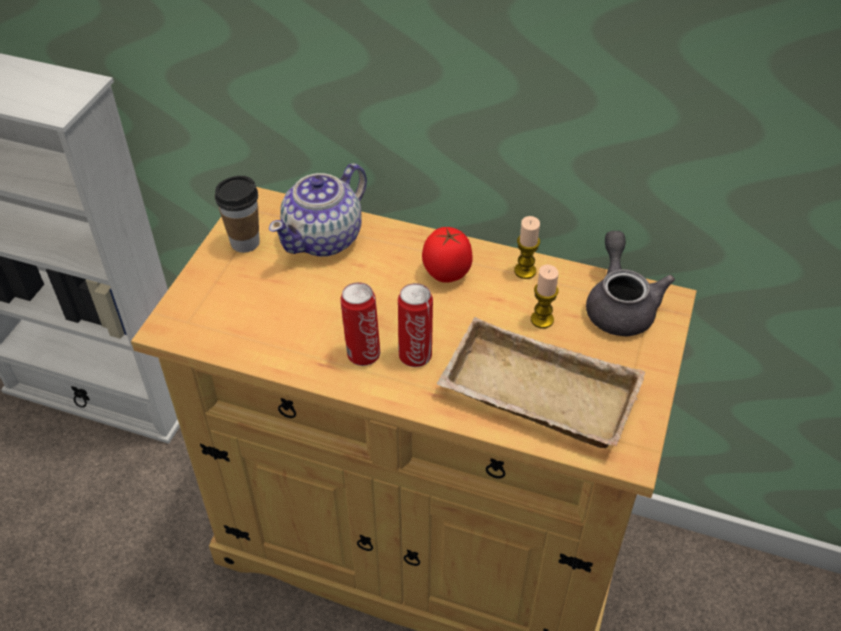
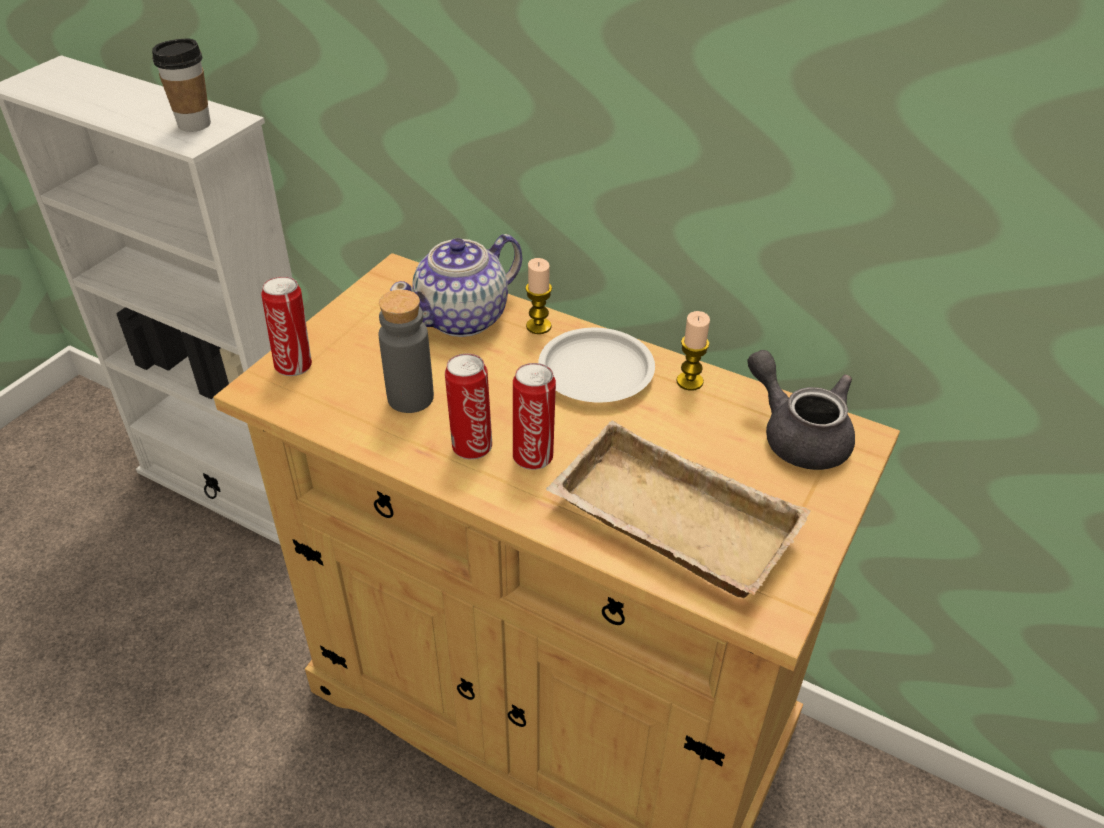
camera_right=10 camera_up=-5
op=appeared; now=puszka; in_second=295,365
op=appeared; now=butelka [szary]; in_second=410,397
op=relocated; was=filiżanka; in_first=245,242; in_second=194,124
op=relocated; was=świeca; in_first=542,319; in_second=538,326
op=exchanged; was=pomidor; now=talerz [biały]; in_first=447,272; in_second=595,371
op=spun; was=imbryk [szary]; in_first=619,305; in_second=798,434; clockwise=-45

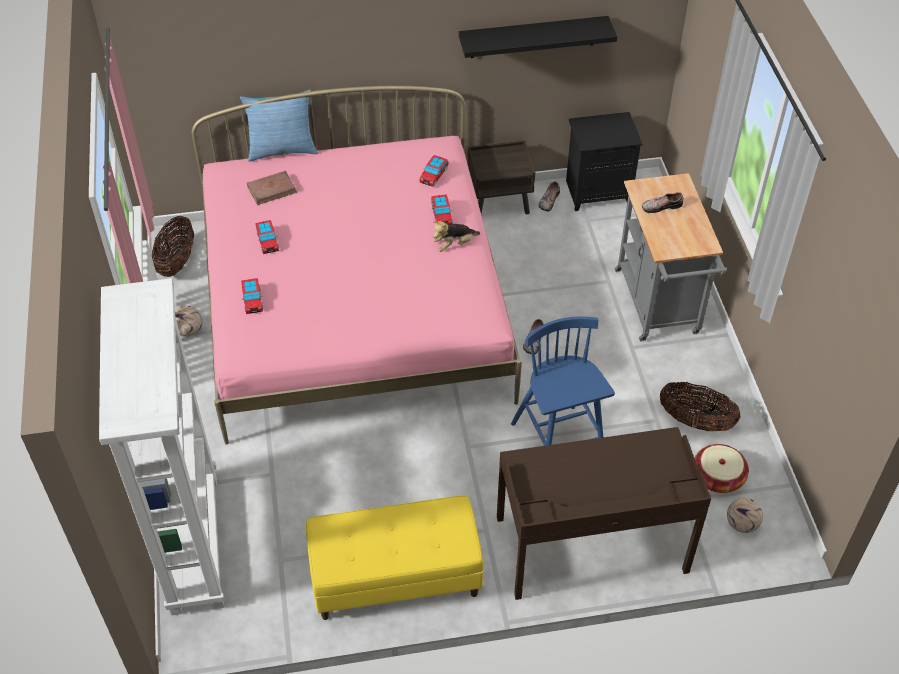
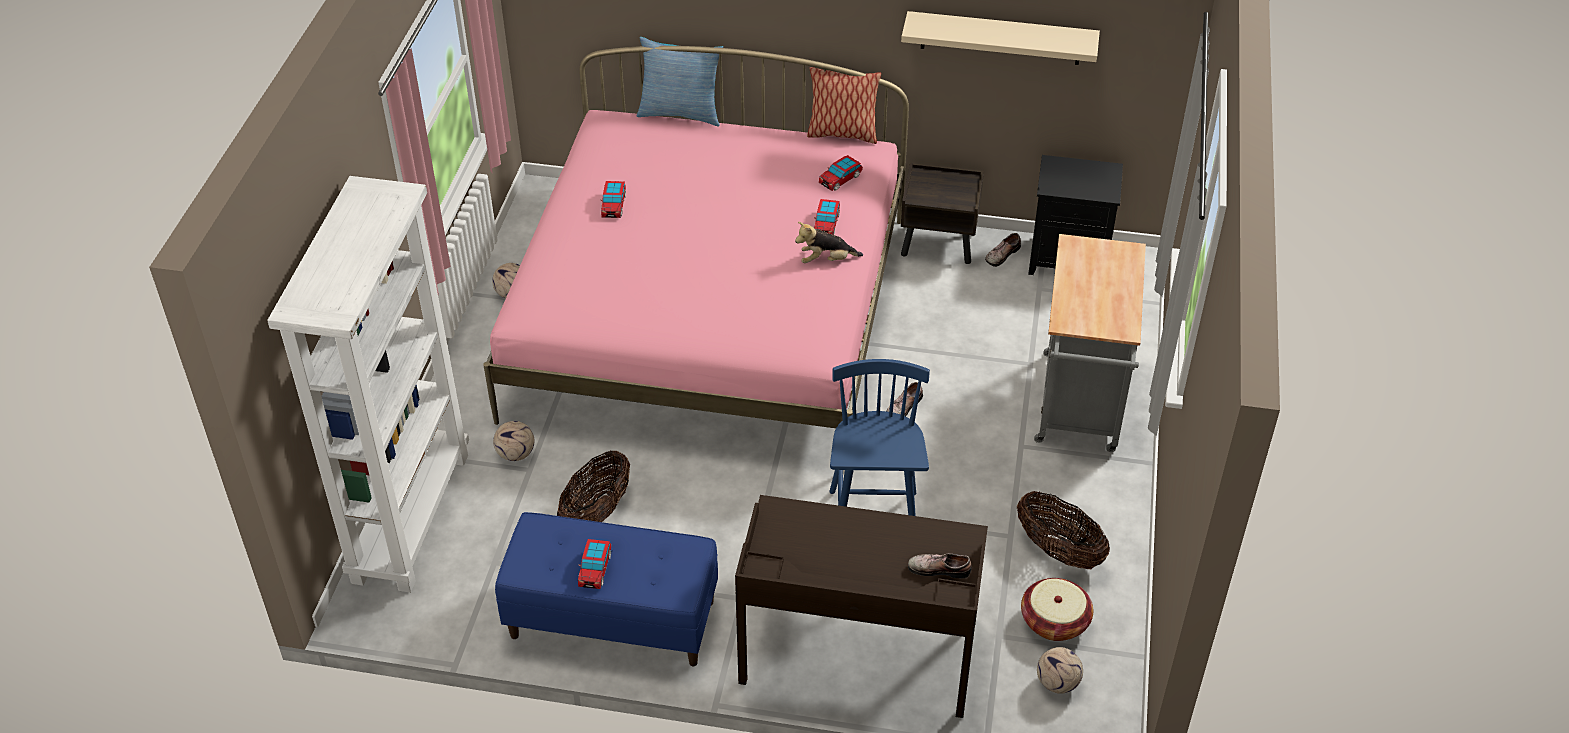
camera_right=20 camera_up=-5
op=missing; was=książka [brązowy]; in_first=272,189
op=appeared; now=piłka futbolowa; in_second=515,454
op=appeared; now=poduszka; in_second=842,134
op=relocated; was=koszyk; in_first=177,261; in_second=596,513
op=relocated; was=samochodzik; in_first=252,300; in_second=595,569
op=relocated; was=but; in_first=661,206; in_second=939,568
op=colour; was=ławka [żółty]; now=ławka [niebieski]; in_first=395,579; in_second=611,620
op=colour; was=półka [czarny]; now=półka [beżowy]; in_first=533,37; in_second=1001,38

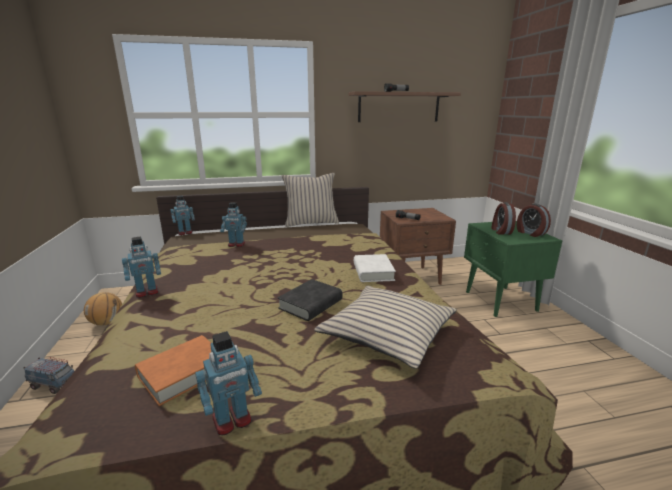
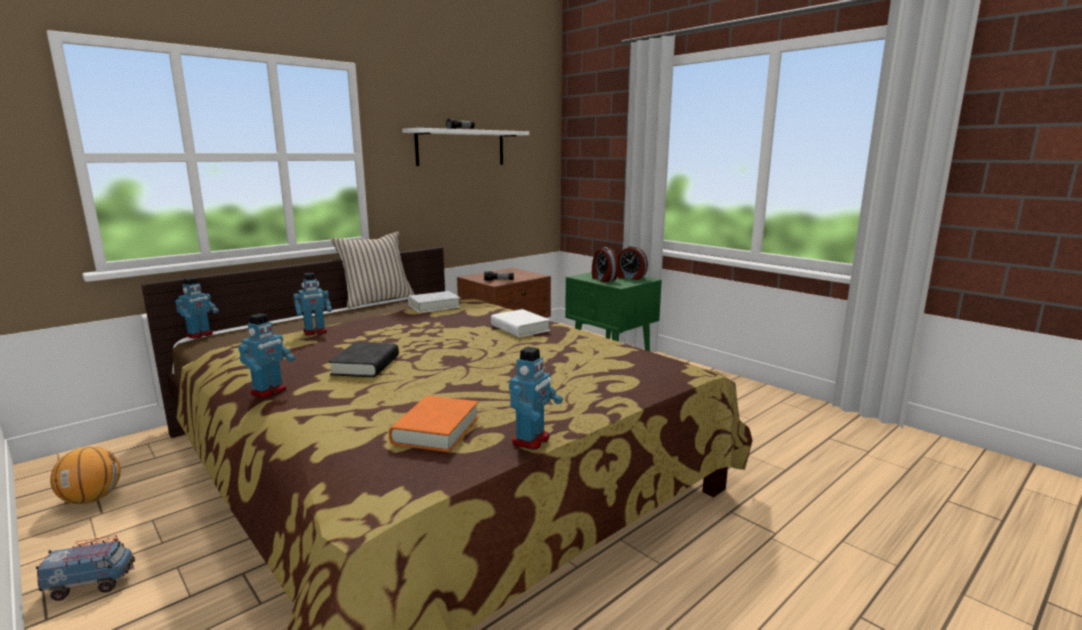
camera_right=-30 camera_up=-5
op=missing; was=poduszka [beżowy]; in_first=387,333
op=appeared; now=książka [biały]; in_second=434,306
op=relocated; was=książka [czarny]; in_first=310,304; in_second=366,365
op=colour; was=półka [brązowy]; now=półka [biały]; in_first=399,107; in_second=461,148

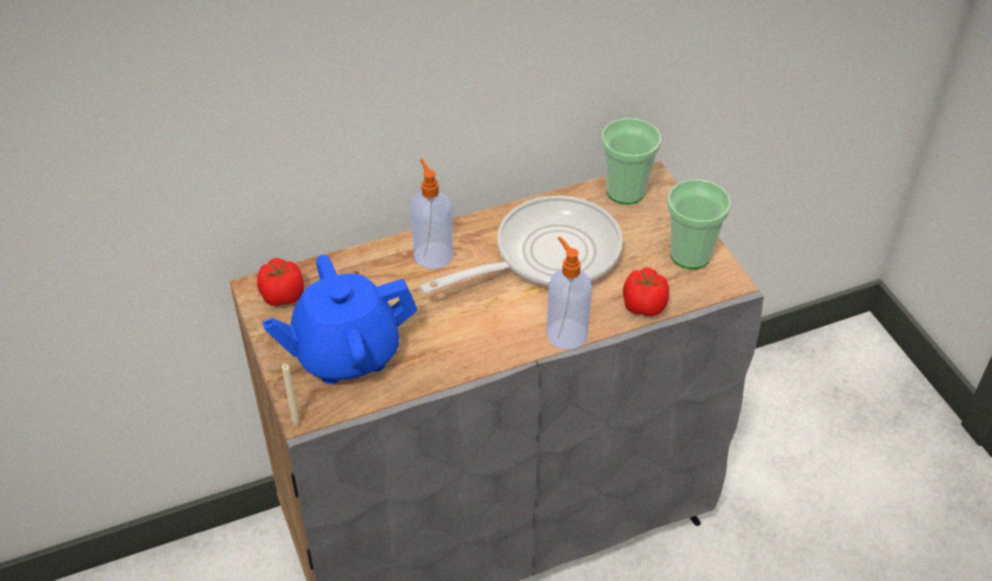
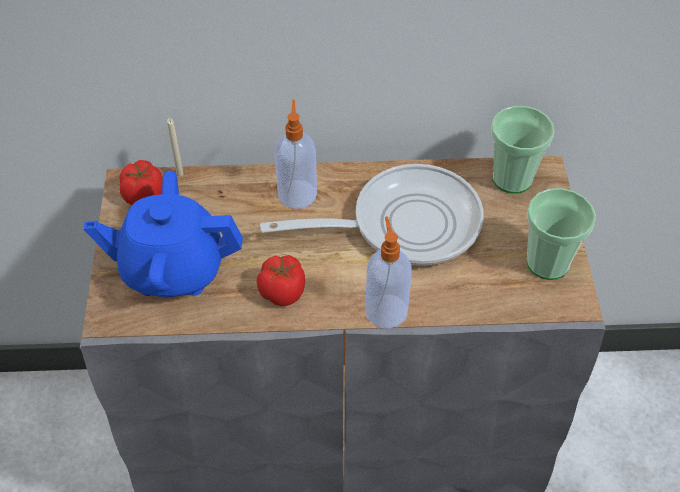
camera_right=20 camera_up=5
op=relocated; was=świeca [beżowy]; in_first=296,421; in_second=180,174
op=relocated; was=pomidor; in_first=644,305; in_second=283,291

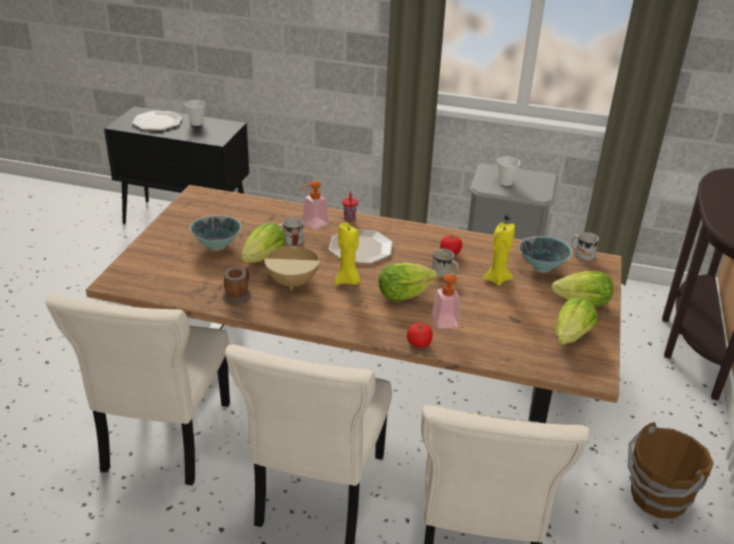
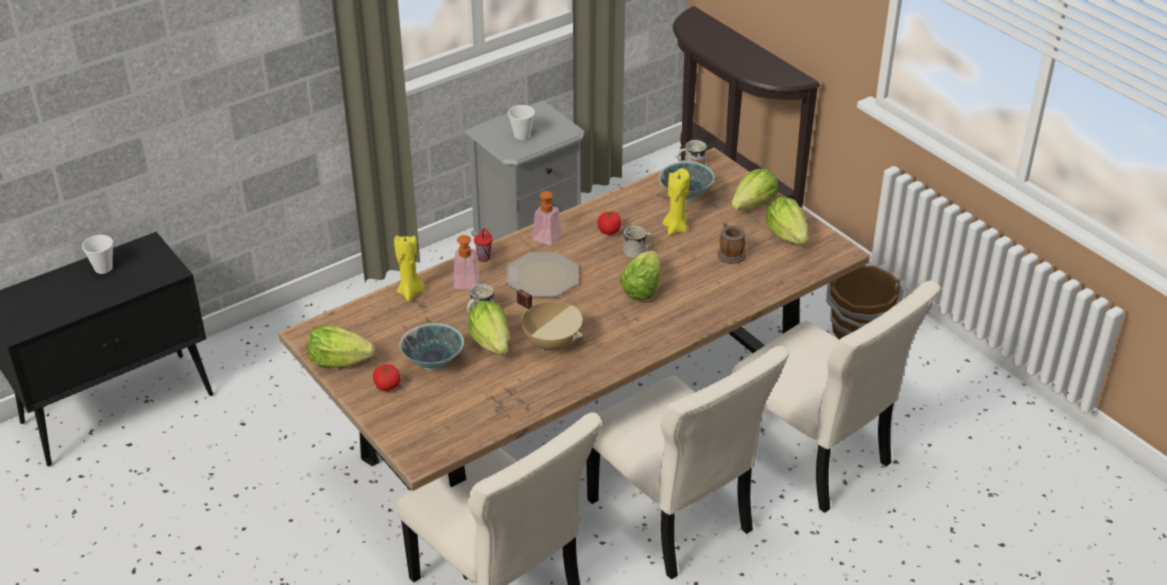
camera_right=-50 camera_up=5
op=missing; was=talerz; in_first=157,122
op=appeared; now=sałata; in_second=339,361
op=relocated; was=kubek; in_first=238,295; in_second=729,253
op=relocated; was=świeca [żółty]; in_first=348,281; in_second=411,293
op=relocated; was=pomidor; in_first=419,343; in_second=387,386
op=relocated; was=dozownik mydła; in_first=439,322; in_second=544,240

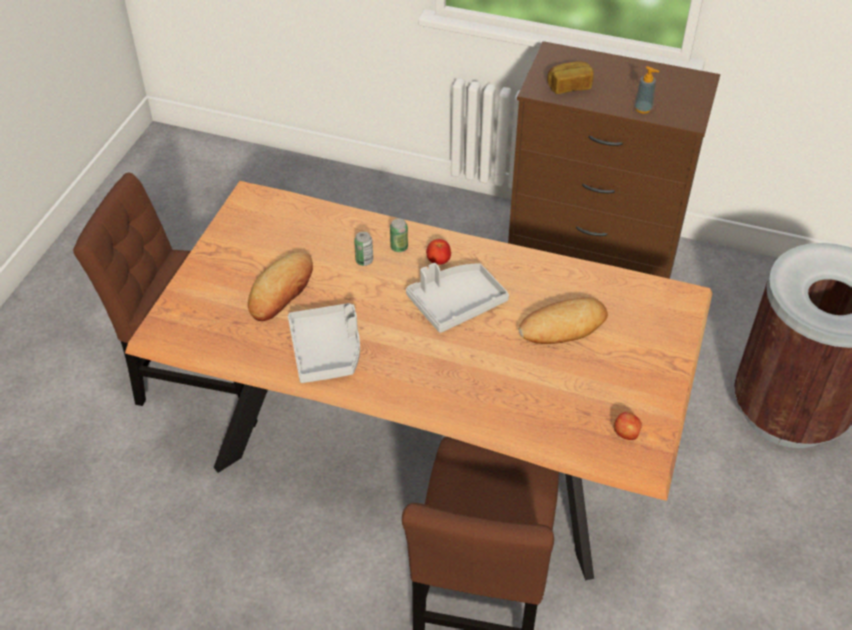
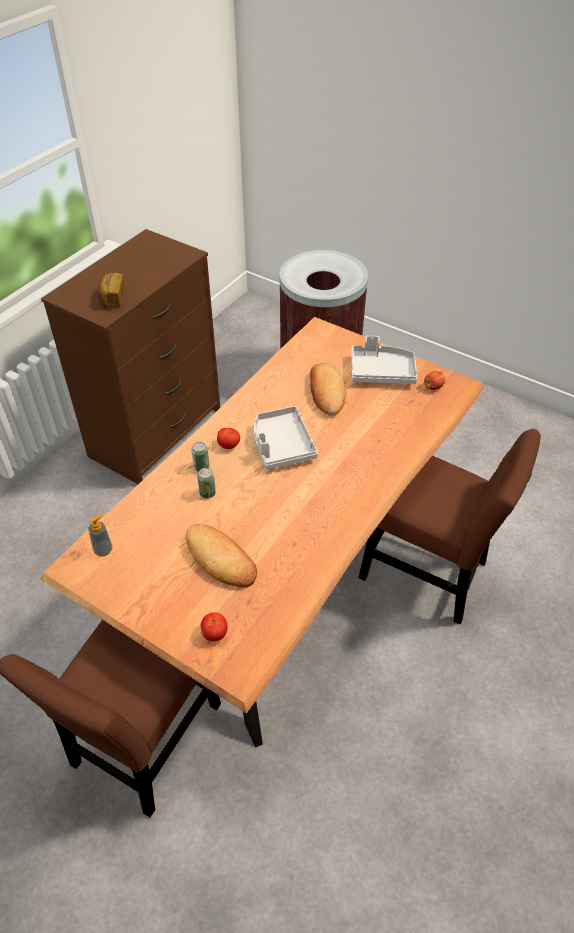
camera_right=-75 camera_up=0
op=appeared; now=pomidor; in_second=215,634
op=relocated; was=taca [szary]; in_first=327,350; in_second=381,372
op=relocated; was=dozownik mydła; in_first=643,109; in_second=103,550

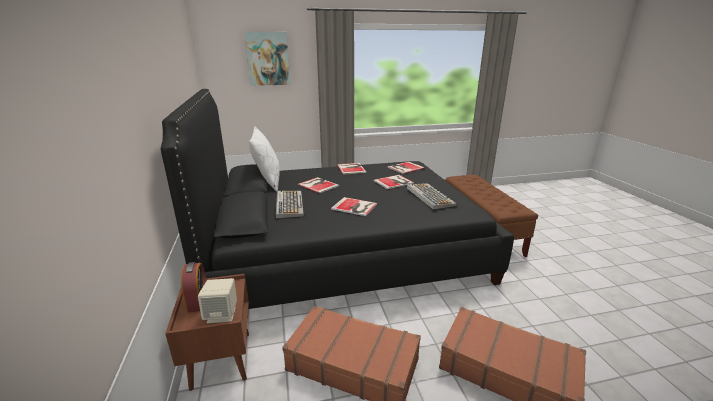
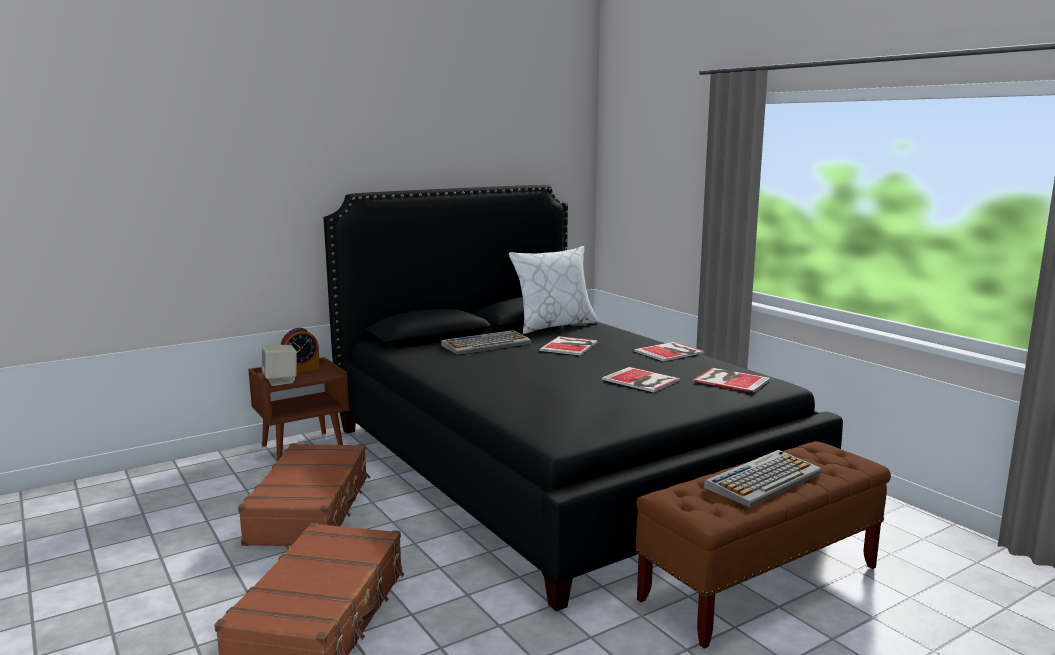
camera_right=70 camera_up=-10
op=missing; was=obraz; in_first=268,59
op=missing; was=książka; in_first=355,207
op=relocated; was=klawiatura; in_first=429,196; in_second=763,480

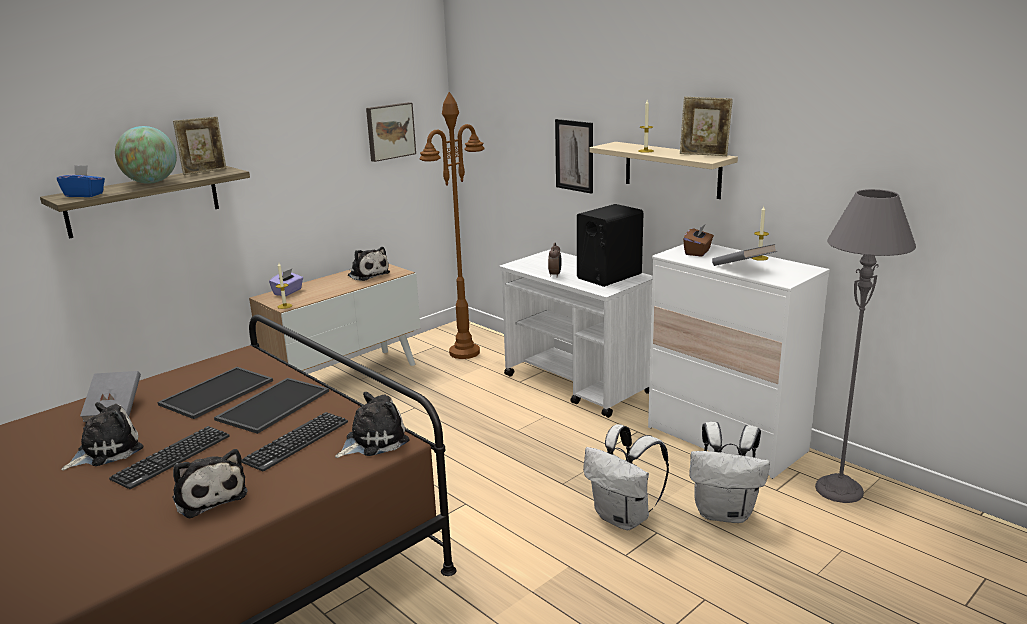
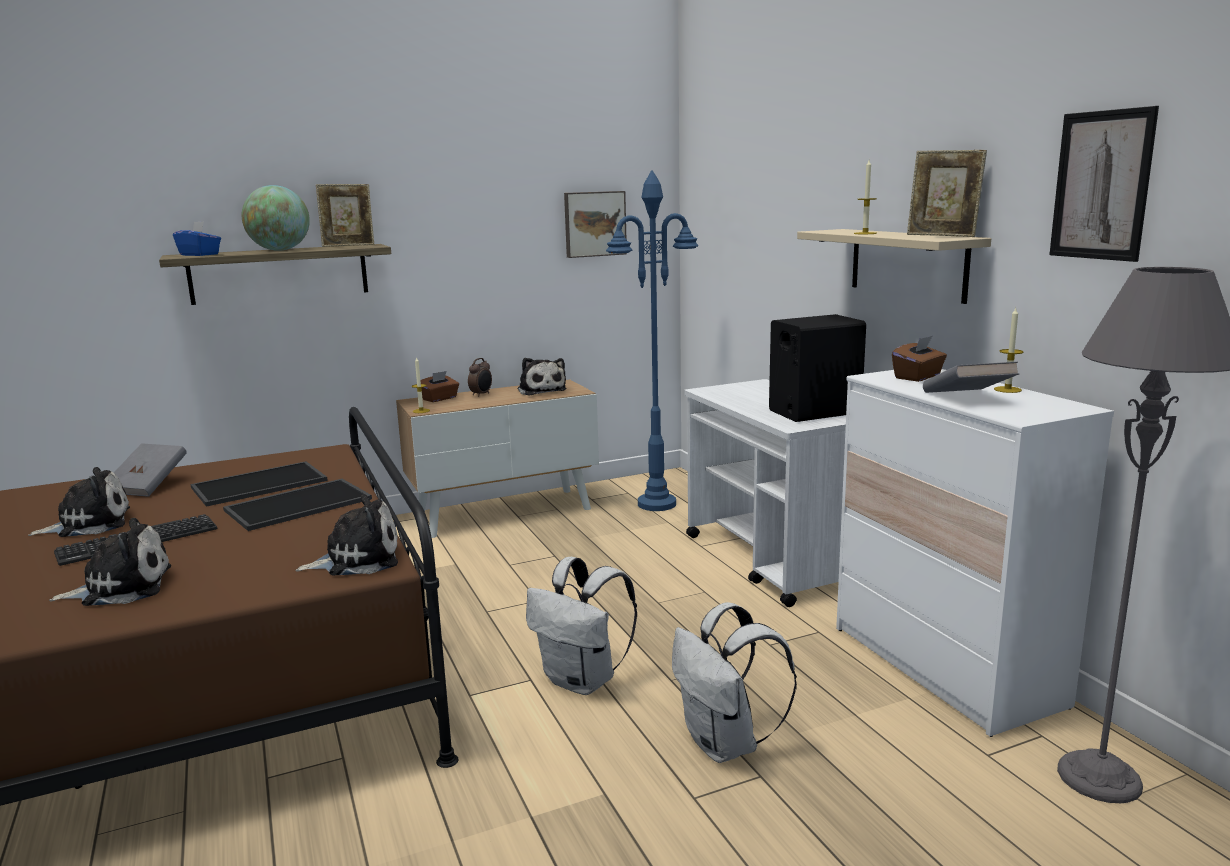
camera_right=20 camera_up=-5
op=missing; was=klawiatura; in_first=296,442
op=relocated; was=budzik; in_first=555,275; in_second=481,394
op=relocated; was=obraz; in_first=574,155; in_second=1101,185
op=relocated; was=plecak [biały]; in_first=725,513; in_second=583,681
op=colour; was=pudełko chusteczek [fioletowy]; now=pudełko chusteczek [brązowy]; in_first=288,292; in_second=440,399
op=colour; was=lampa stojąca [brązowy]; now=lampa stojąca [niebieski]; in_first=464,353; in_second=656,504
op=spun; was=pluszak; in_first=209,495; in_second=121,587; clockwise=-90

